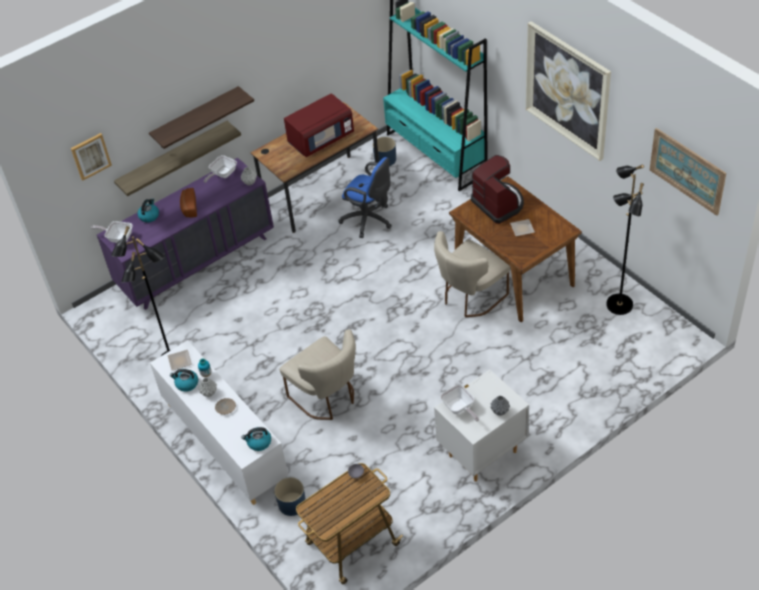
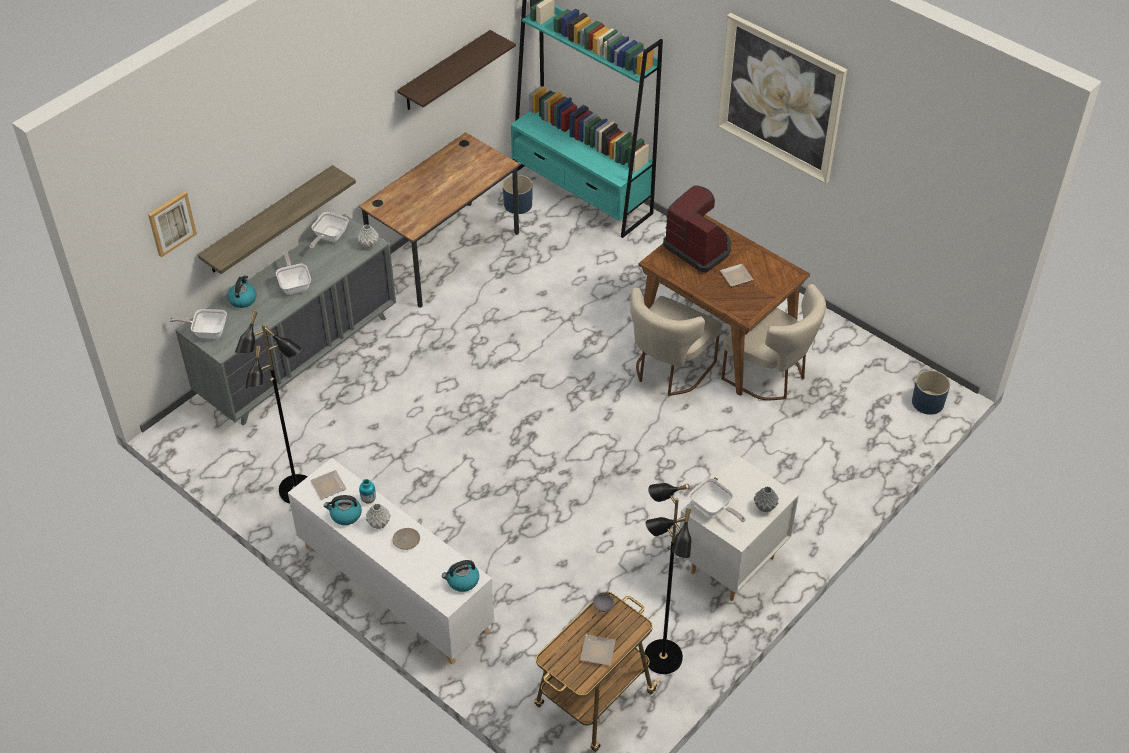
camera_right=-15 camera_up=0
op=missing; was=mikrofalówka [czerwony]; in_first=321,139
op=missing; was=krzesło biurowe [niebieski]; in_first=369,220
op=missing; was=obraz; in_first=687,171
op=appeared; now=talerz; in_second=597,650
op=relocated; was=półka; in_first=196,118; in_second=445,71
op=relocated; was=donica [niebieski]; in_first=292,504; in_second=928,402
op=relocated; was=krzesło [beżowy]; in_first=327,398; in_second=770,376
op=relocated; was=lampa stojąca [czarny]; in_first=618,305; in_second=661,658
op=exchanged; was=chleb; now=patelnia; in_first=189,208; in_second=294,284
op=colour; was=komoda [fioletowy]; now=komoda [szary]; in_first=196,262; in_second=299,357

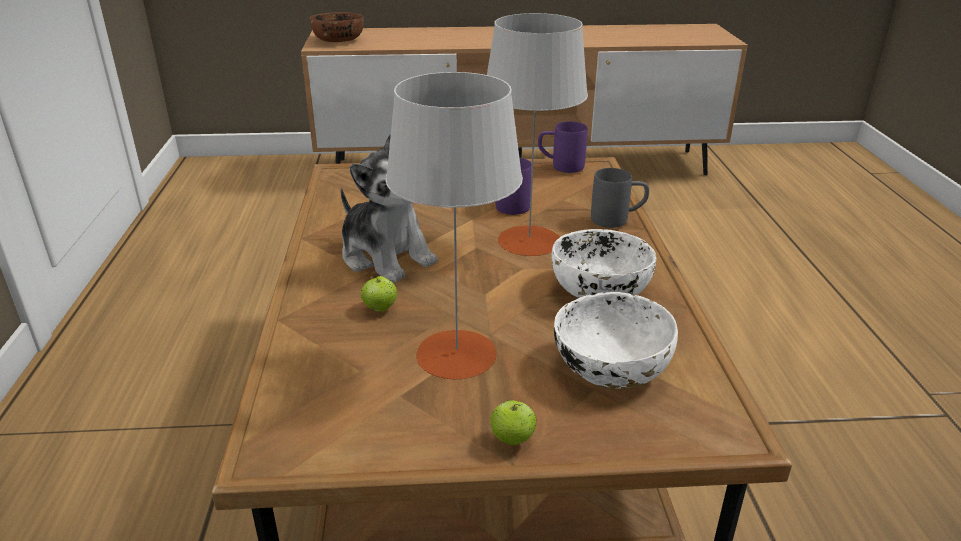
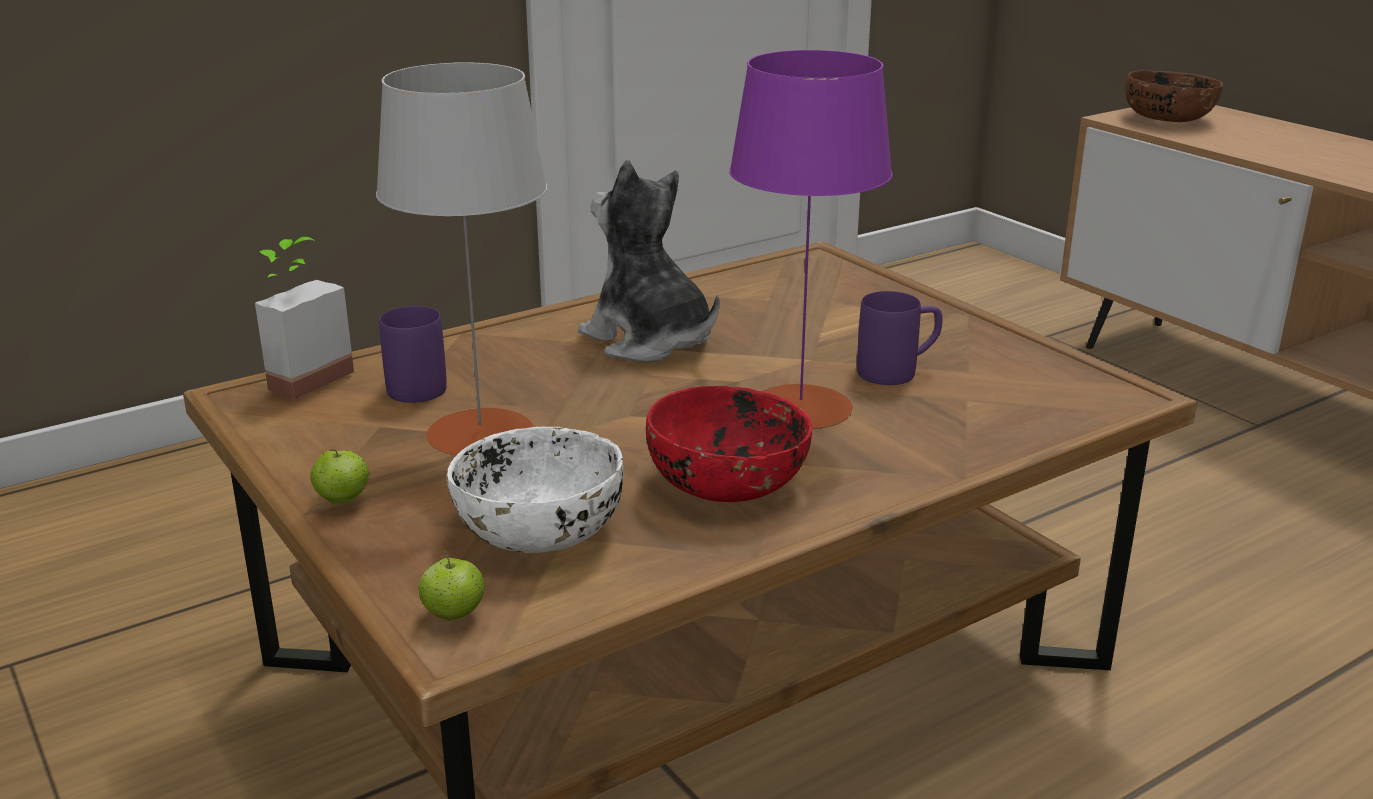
camera_right=60 camera_up=-5
op=missing; was=kubek [szary]; in_first=617,220
op=appeared; now=roślina doniczkowa; in_second=300,376
op=relocated; was=jabłko; in_first=380,308; in_second=454,615
op=relocated; was=kubek [fioletowy]; in_first=560,166; in_second=414,384
op=colour; was=lampa stołowa [szary]; now=lampa stołowa [fioletowy]; in_first=529,241; in_second=800,407
op=colour; was=miska [biały]; now=miska [czerwony]; in_first=600,289; in_second=729,483
op=spun; was=pluszak; in_first=386,256; in_second=649,341; clockwise=120

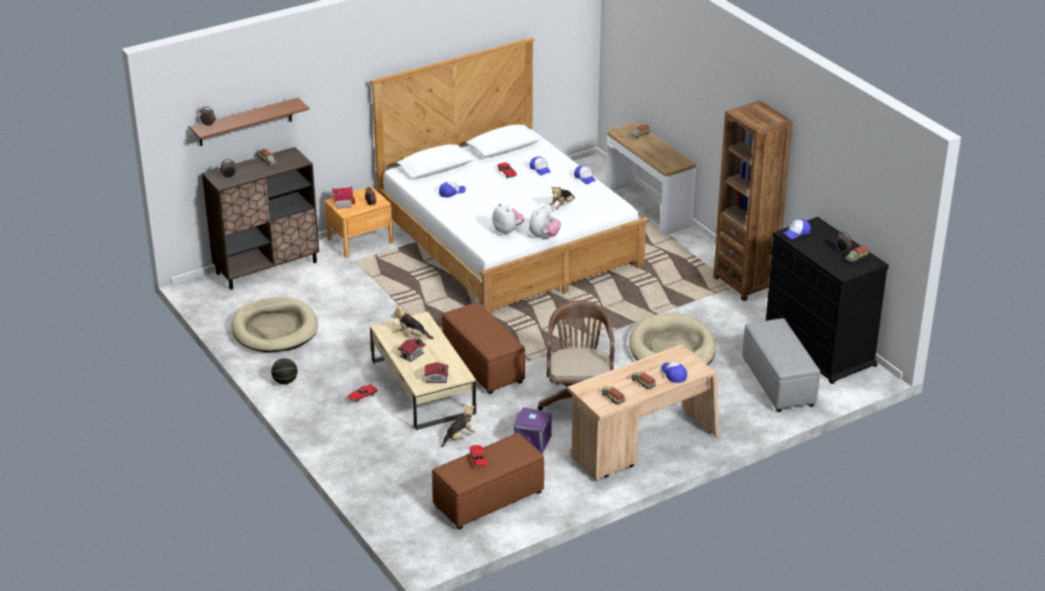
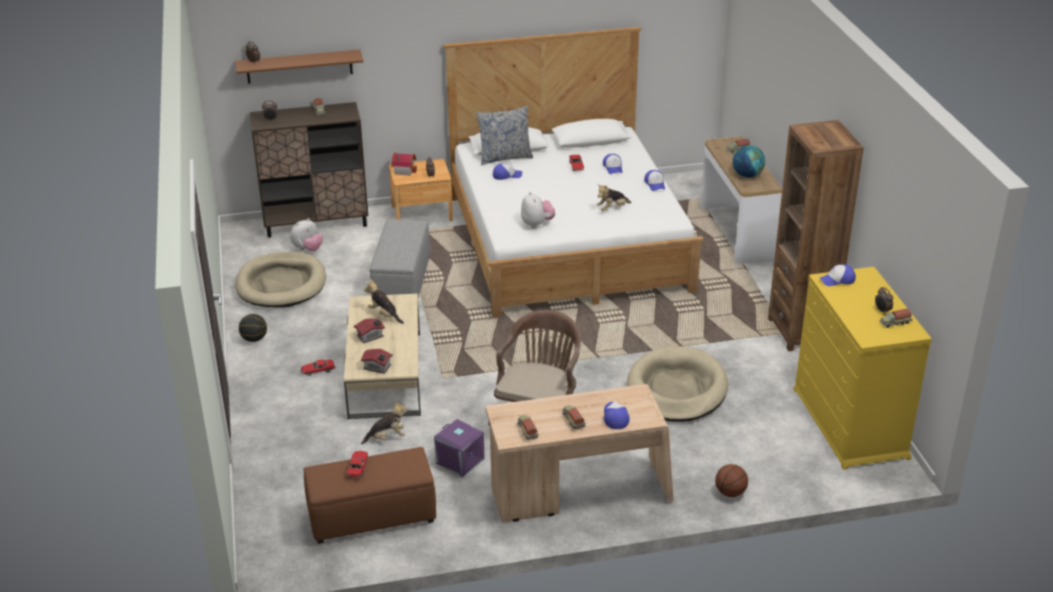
camera_right=20 camera_up=0
op=missing; was=pufa [brązowy]; in_first=482,365
op=appeared; now=poduszka; in_second=505,157
op=appeared; now=piłka do koszykówki; in_second=730,493
op=appeared; now=globus; in_second=747,175
op=relocated; was=pluszak; in_first=544,236; in_second=308,249
op=relocated; was=pufa [szary]; in_first=778,382; in_second=402,281
op=colour; was=komoda [czarny]; now=komoda [żółty]; in_first=819,348; in_second=850,423

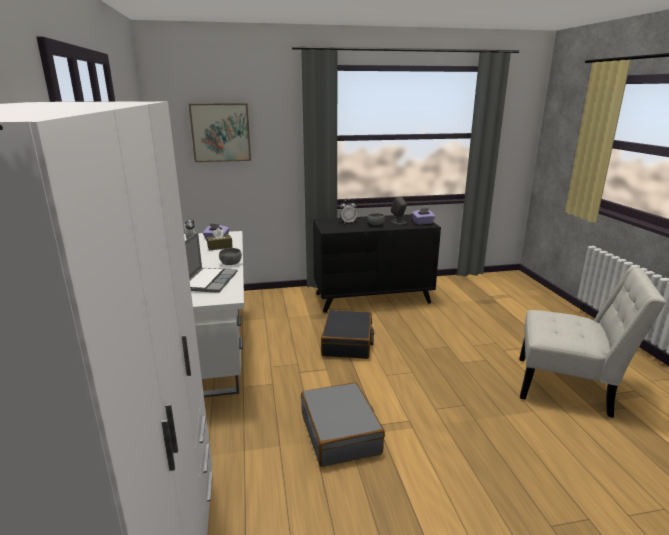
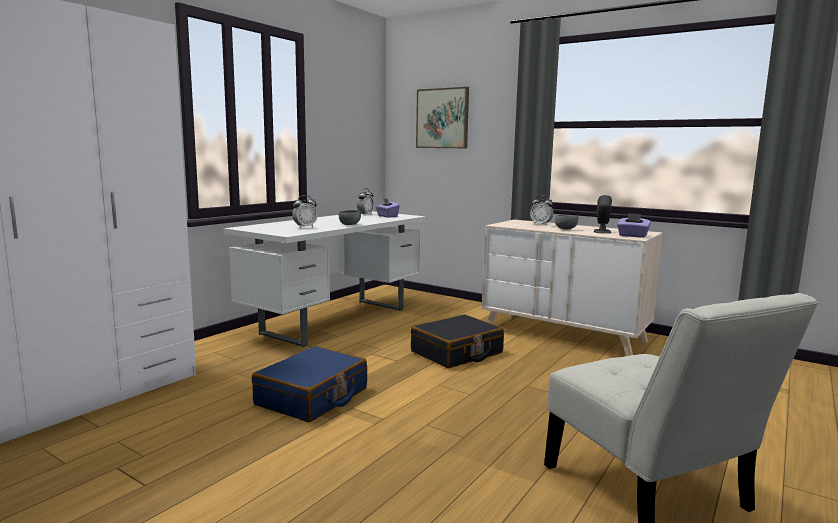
camera_right=45 camera_up=-10
op=missing; was=pudełko chusteczek [brązowy]; in_first=220,247
op=exchanged; was=laptop; now=budzik; in_first=209,281; in_second=305,227
op=colour; was=walizka [szary]; now=walizka [niebieski]; in_first=340,433; in_second=312,397
op=colour; was=komoda [czarny]; now=komoda [beżowy]; in_first=373,298; in_second=564,334

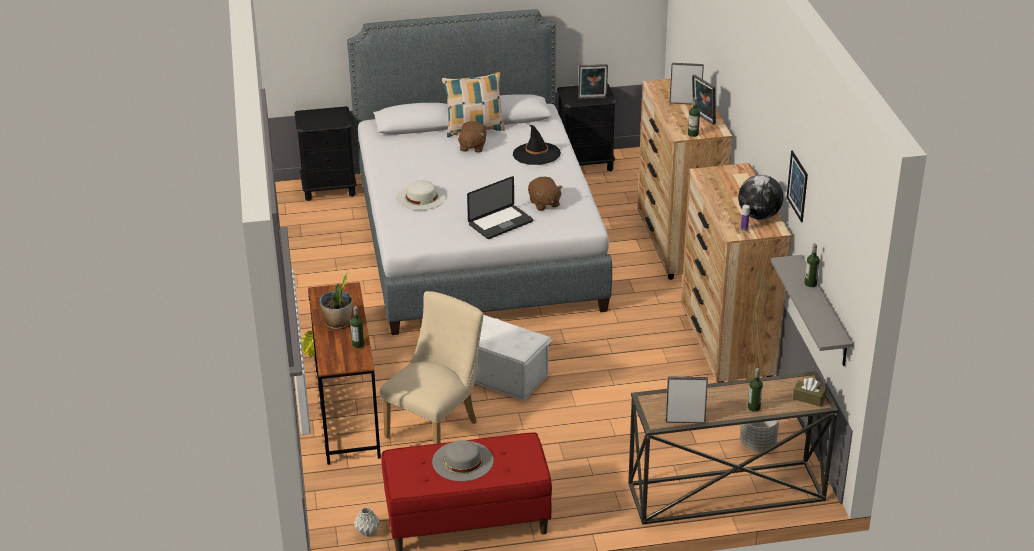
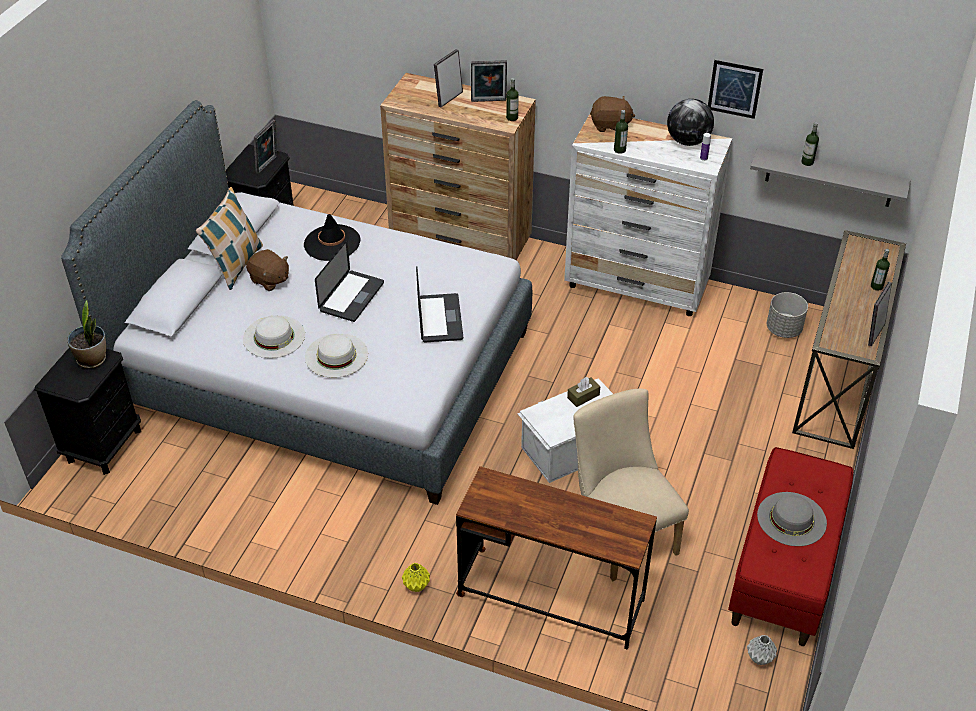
camera_right=-60 camera_up=10
op=appeared; now=kapelusz [biały]; in_second=274,336
op=appeared; now=laptop; in_second=351,297
op=relocated; was=roślina doniczkowa; in_first=338,323; in_second=92,359
op=relocated; was=butelka; in_first=358,344; in_second=619,150
op=relocated; was=pluszak [brązowy]; in_first=544,203; in_second=610,126
op=relocated; was=pudełko chusteczek [brązowy]; in_first=809,398; in_second=583,396
op=colour; was=komoda [brązowy]; now=komoda [biały]; in_first=727,347; in_second=637,285

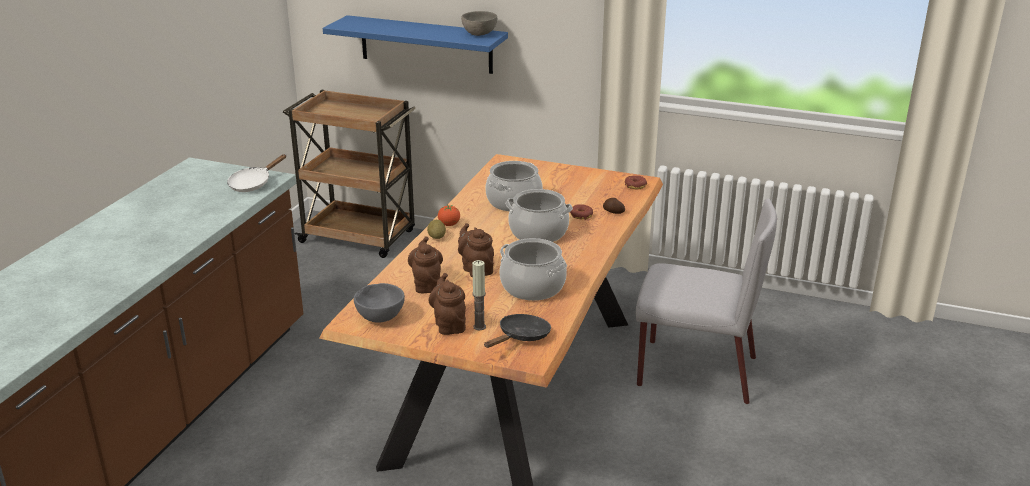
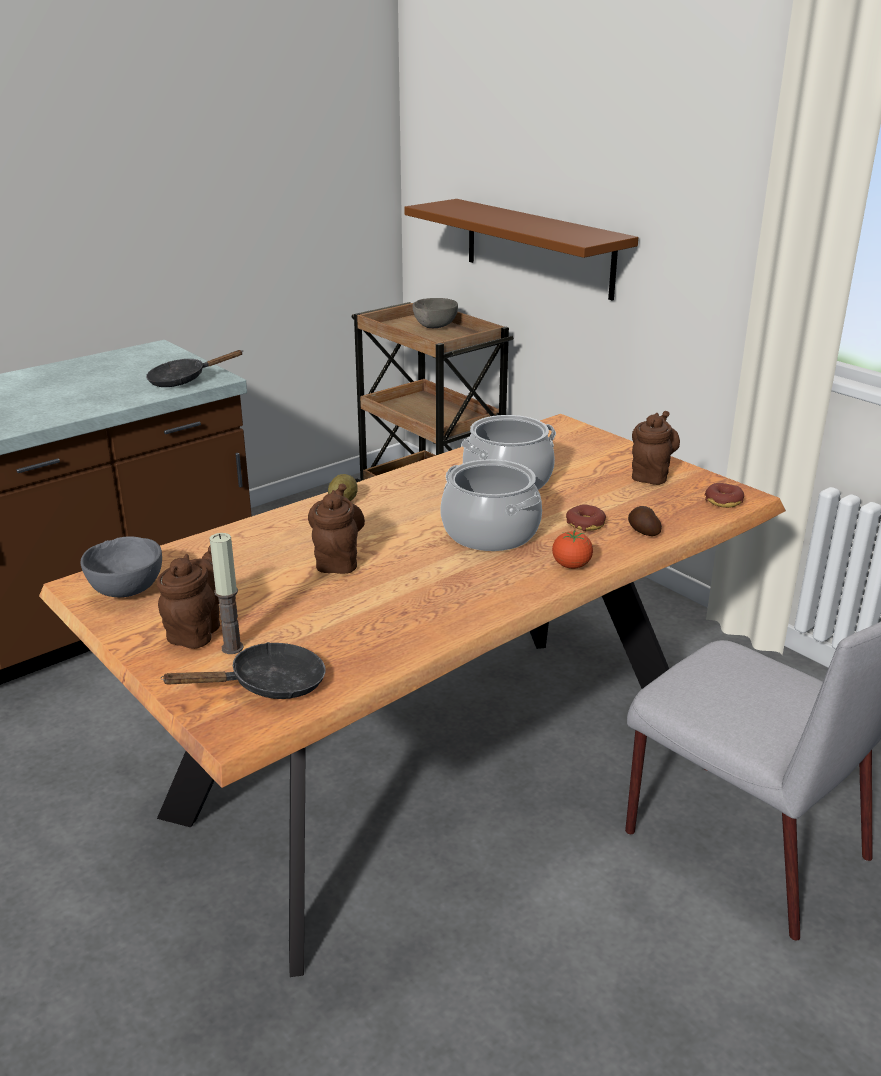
camera_right=30 camera_up=0
op=missing; was=garnek; in_first=532,287
op=relocated; was=imbryk [brązowy]; in_first=427,285; in_second=651,475
op=relocated; was=pomidor; in_first=449,224; in_second=571,566
op=relocated; was=miska [szary]; in_first=479,34; in_second=434,326
op=colour; was=patelnia [biały]; now=patelnia [czarny]; in_first=253,184; in_second=183,380
op=colour; was=półka [niebieski]; now=półka [brązowy]; in_first=426,44; in_second=538,248

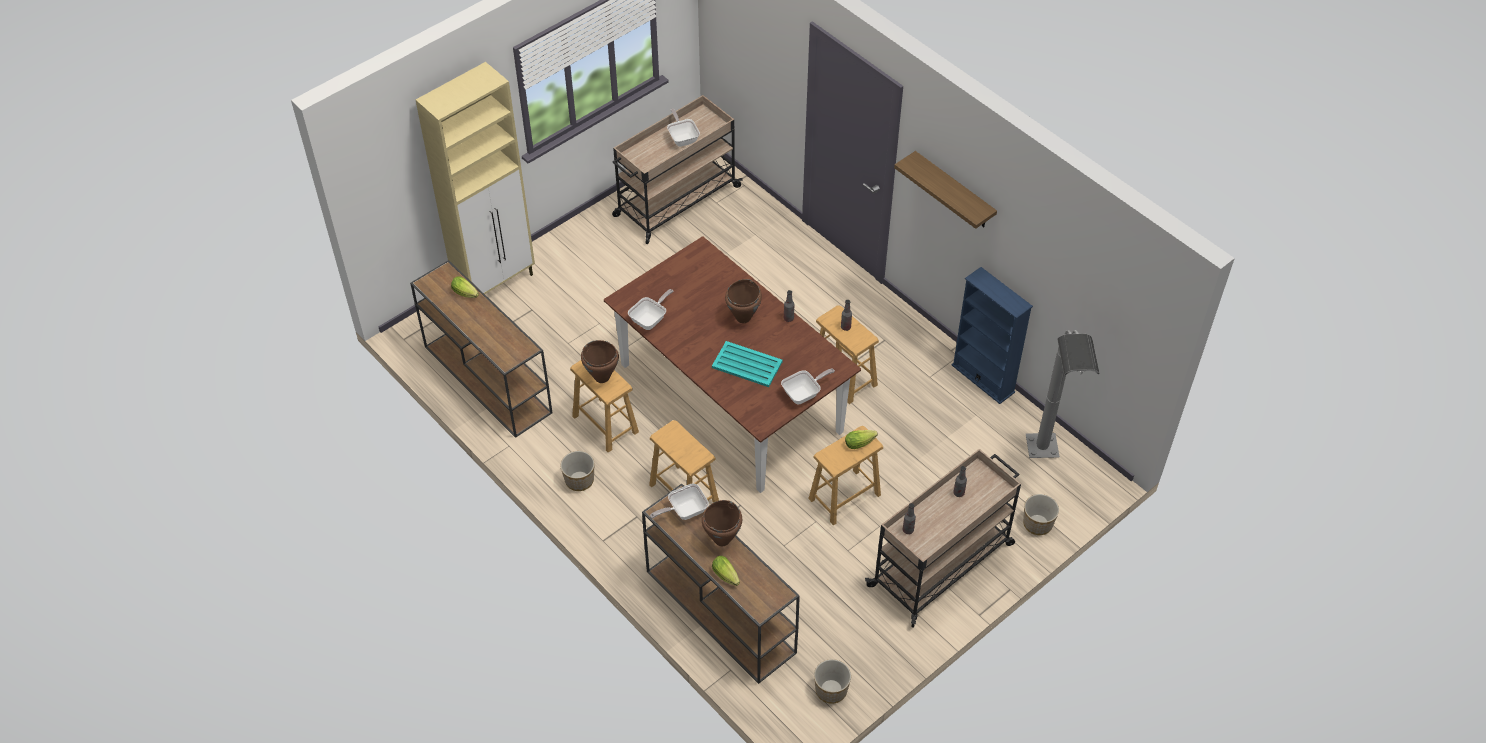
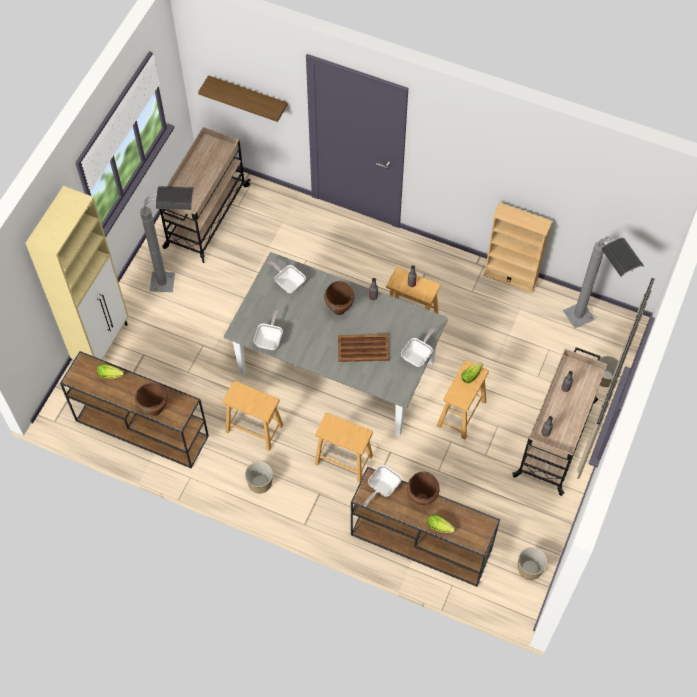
camera_right=-25 camera_up=10
op=appeared; now=lampa stojąca [szary]; in_second=179,283
op=relocated; was=garnek [brązowy]; in_first=602,377; in_second=155,410
op=relocated; was=patelnia; in_first=682,138; in_second=288,282
op=relocated; was=półka; in_first=954,191; in_second=248,97
op=colour; was=stół jadalny [brązowy]; now=stół jadalny [szary]; in_first=731,397; in_second=337,367
op=colour; was=taca [turkusowy]; now=taca [brązowy]; in_first=746,364; in_second=362,348
op=colour; was=regał [niebieski]; now=regał [beżowy]; in_first=983,378; in_second=510,277

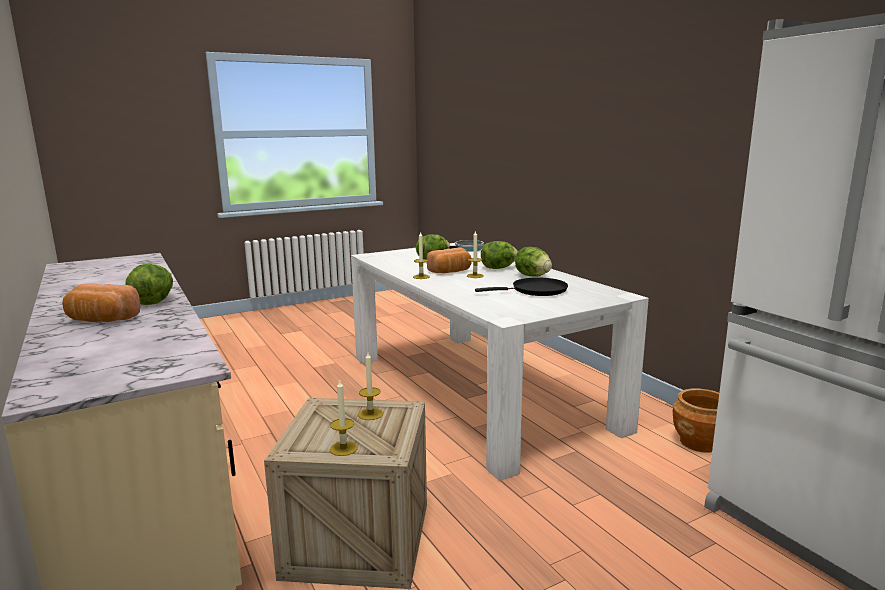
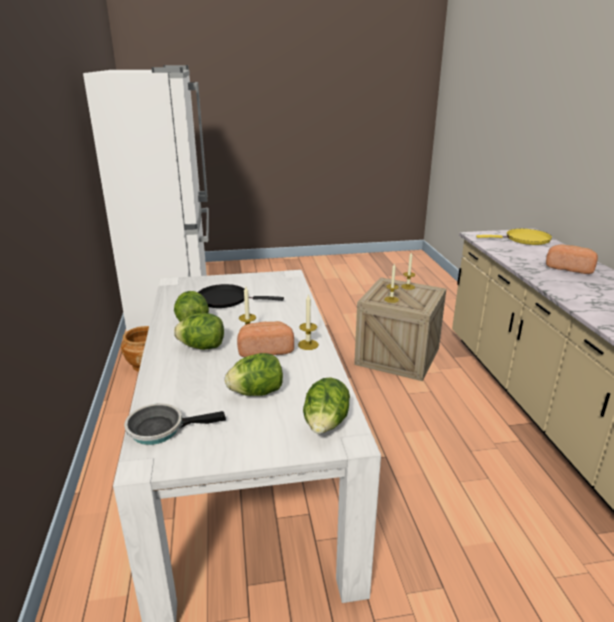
camera_right=-160 camera_up=10
op=appeared; now=patelnia [żółty]; in_second=524,239
op=relocated; was=sałata; in_first=153,301; in_second=325,425

